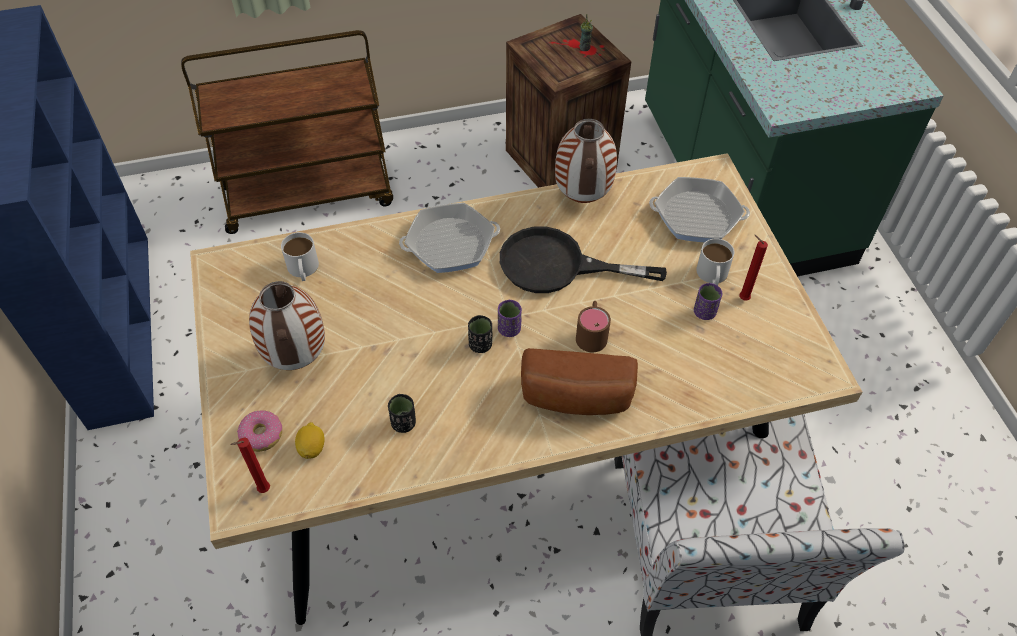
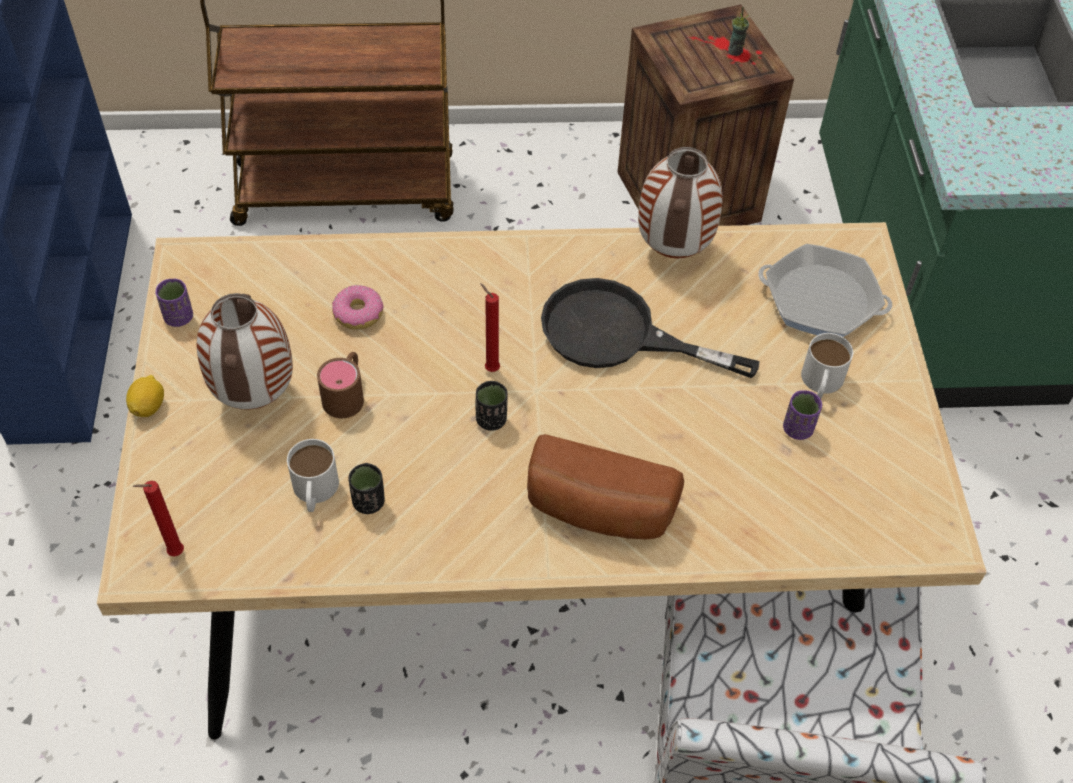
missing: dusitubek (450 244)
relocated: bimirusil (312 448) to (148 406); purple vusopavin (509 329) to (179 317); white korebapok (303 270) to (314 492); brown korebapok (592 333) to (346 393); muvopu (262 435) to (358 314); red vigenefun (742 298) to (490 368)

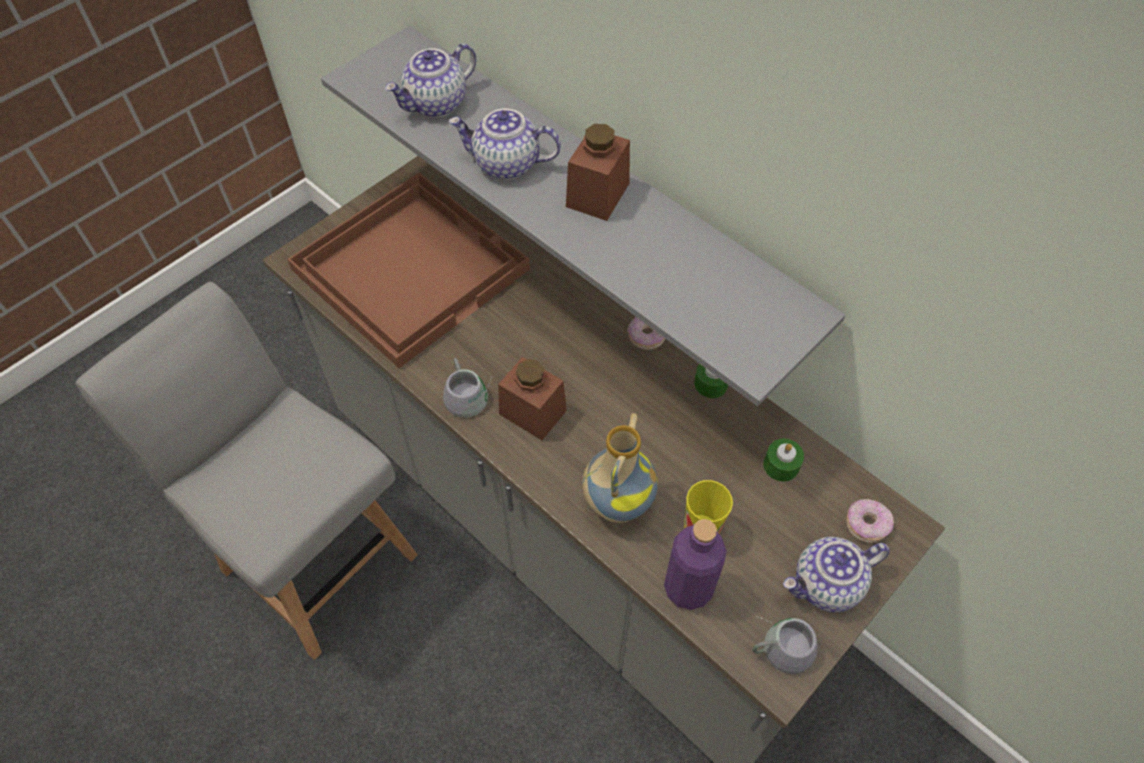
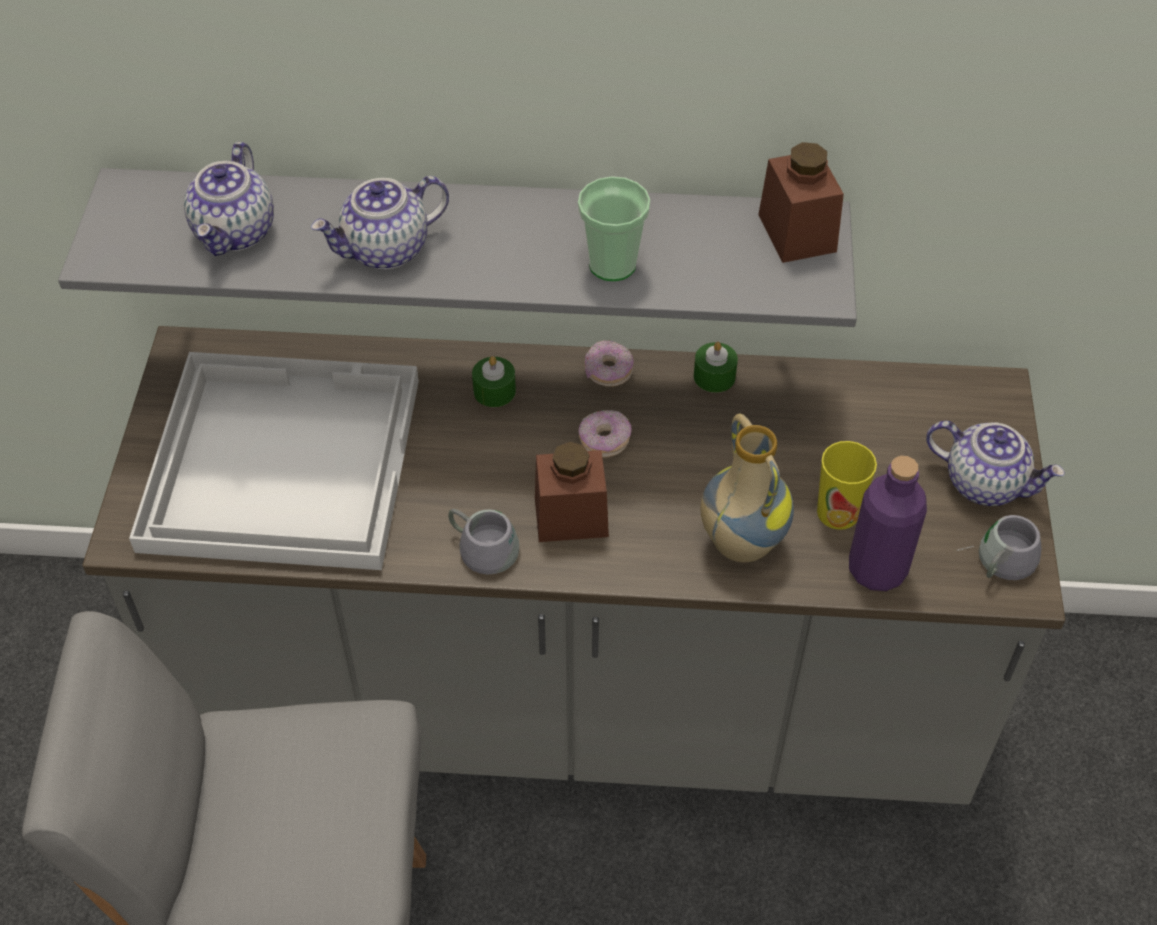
appeared: vusopavin (612 265)
relocated: green vigenefun (781 465) to (494 391); muvopu (866 524) to (604 441); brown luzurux (597 195) to (797 233)
colour: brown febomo (411 267) to white febomo (280 461)
spun: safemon (826 585) = (985 483) 90 degrees counterclockwise

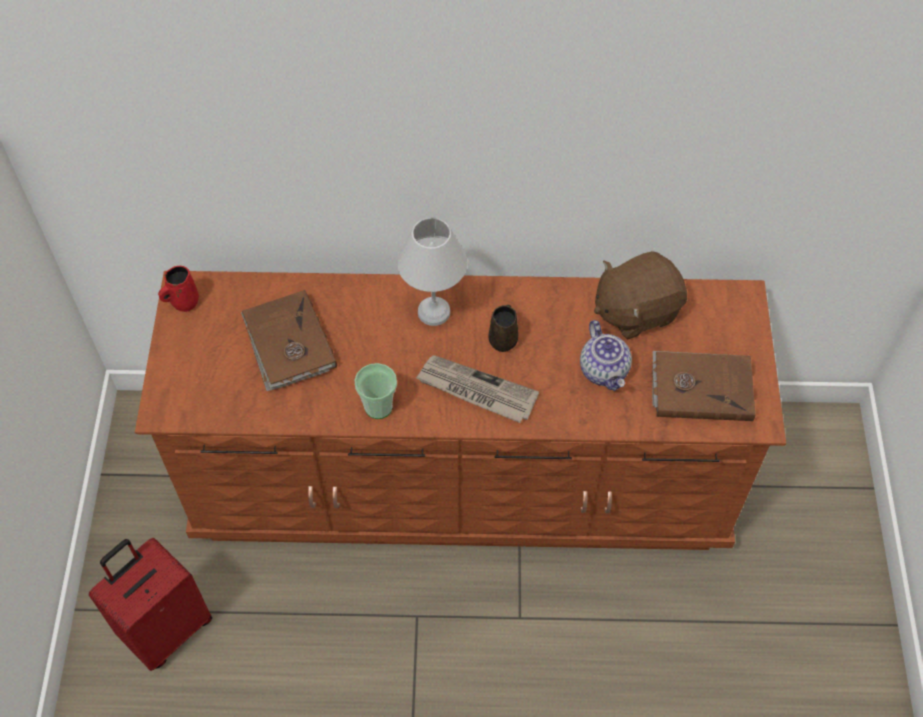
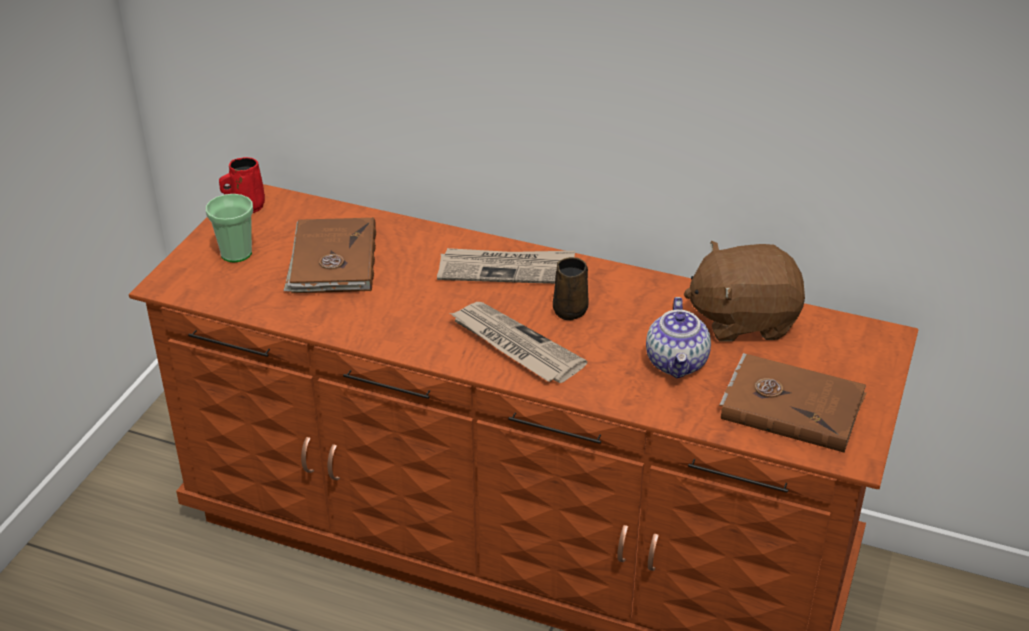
missing: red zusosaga (166 628)
relocated: vusopavin (378 407) to (236 253)
exchanged: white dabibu (434 310) to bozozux (506 269)

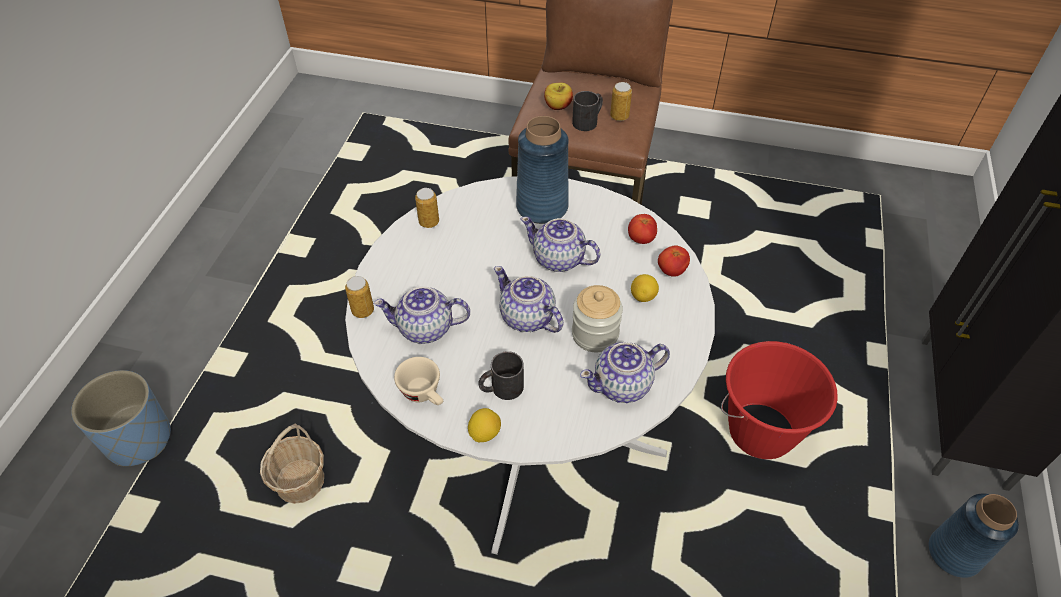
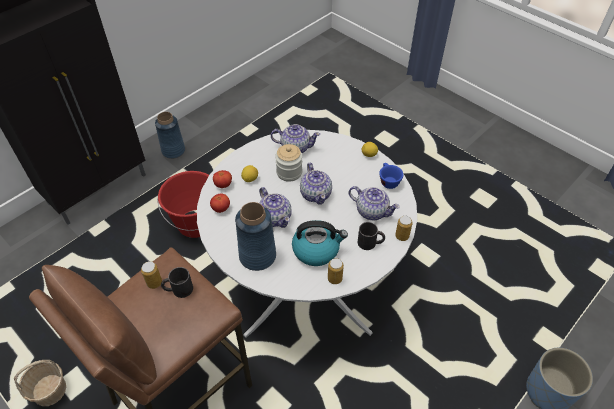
missing: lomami (558 106)
appeared: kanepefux (316 250)
relocated: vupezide (301 482) to (49 390); black korebapok (501 388) to (370 243)
colour: beige vusopavin (424 394) to blue vusopavin (388 181)

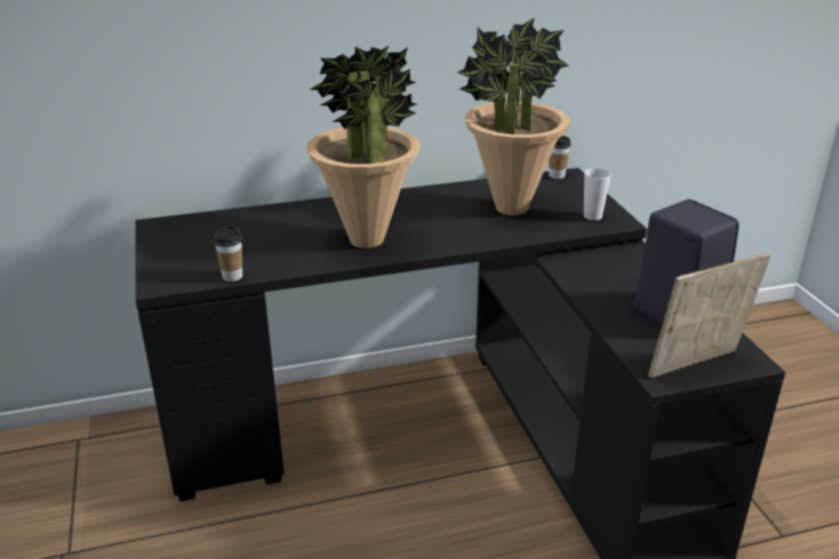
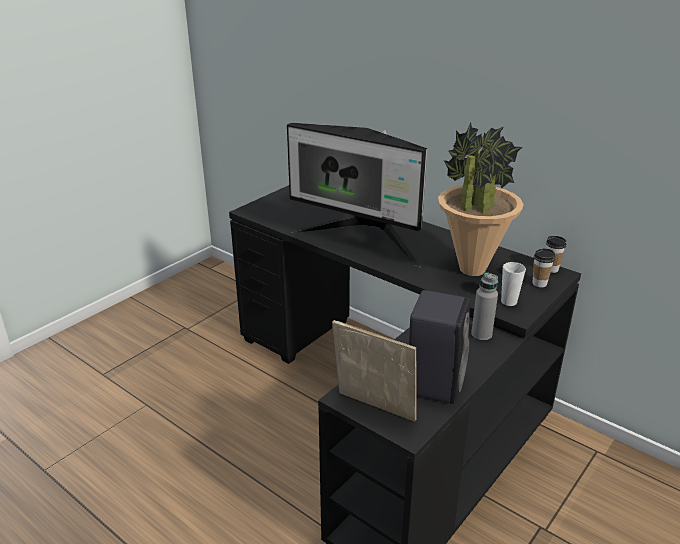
appeared: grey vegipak (481 334)
relocated: vusopavin (232 276) to (539 283)
exchanged: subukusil (367 239) to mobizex (362 241)

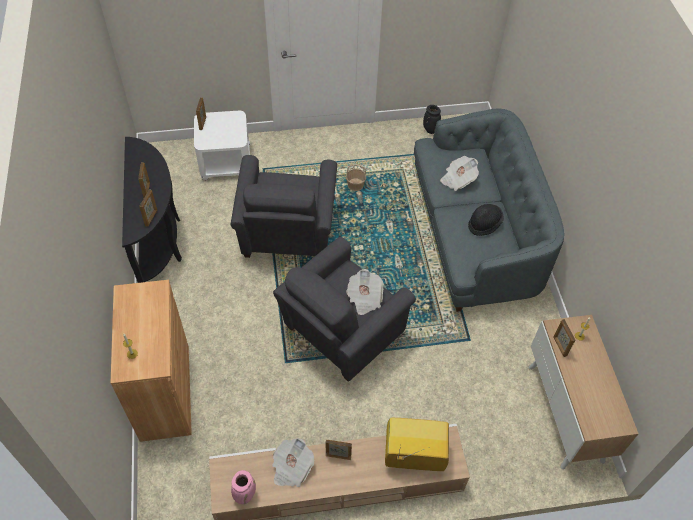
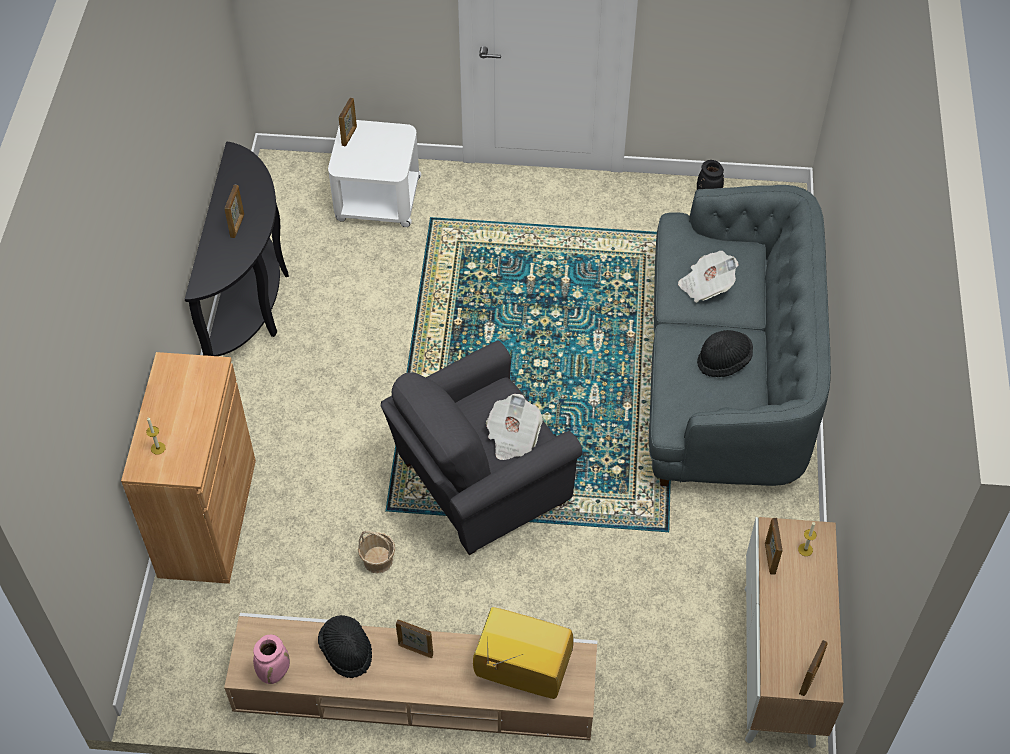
missing: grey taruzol (286 236)
relocated: vupezide (355 185) to (378 560); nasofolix (151 218) to (809 679)
exchanged: bozozux (291 468) to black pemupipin (347 651)

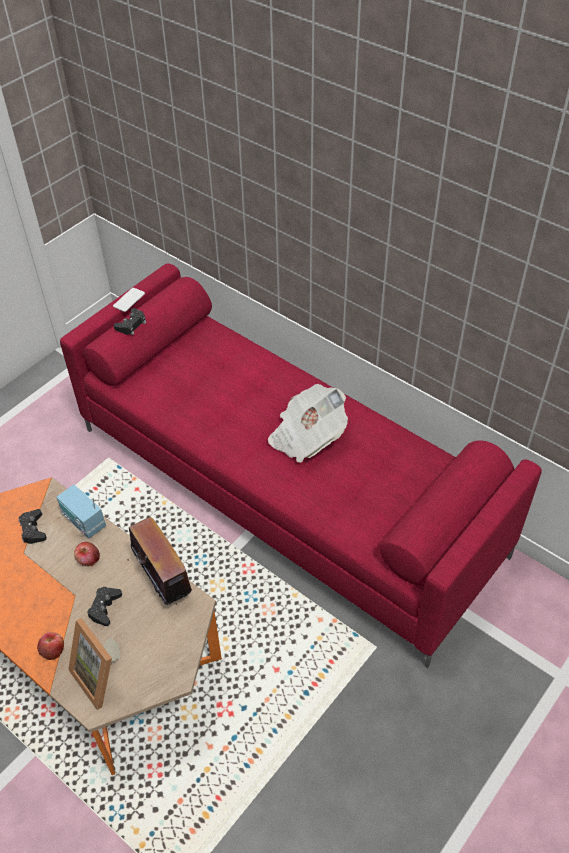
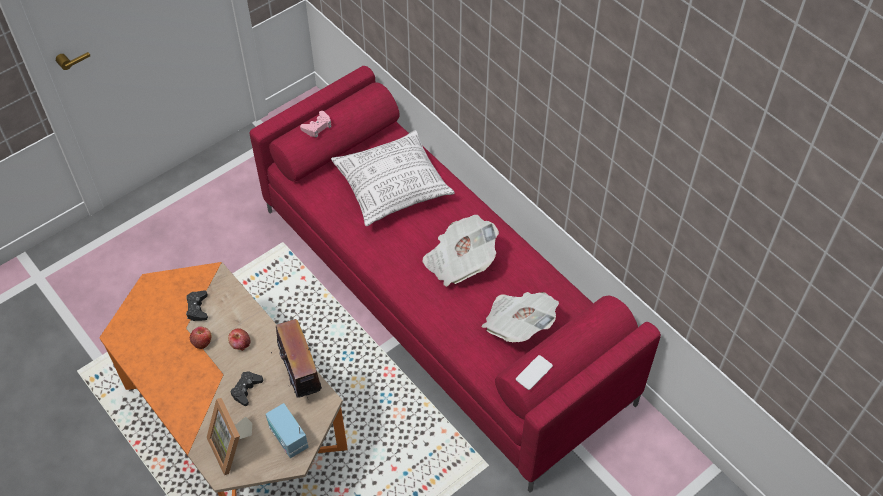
appeared: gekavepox (392 187); bozozux (518 324)
relocated: lomami (53 651) to (202 342); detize (84 521) to (288 438); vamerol (129 300) to (534 373)
colour: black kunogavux (131 325) to pink kunogavux (317 127)

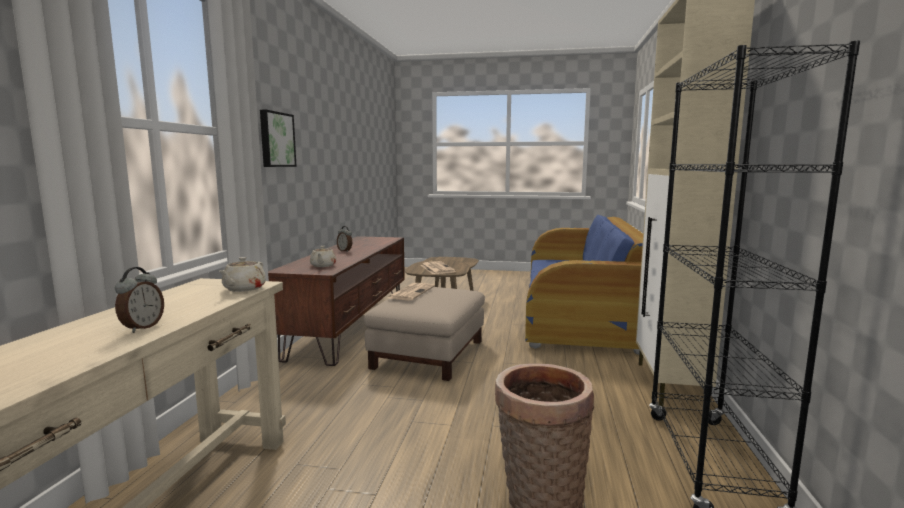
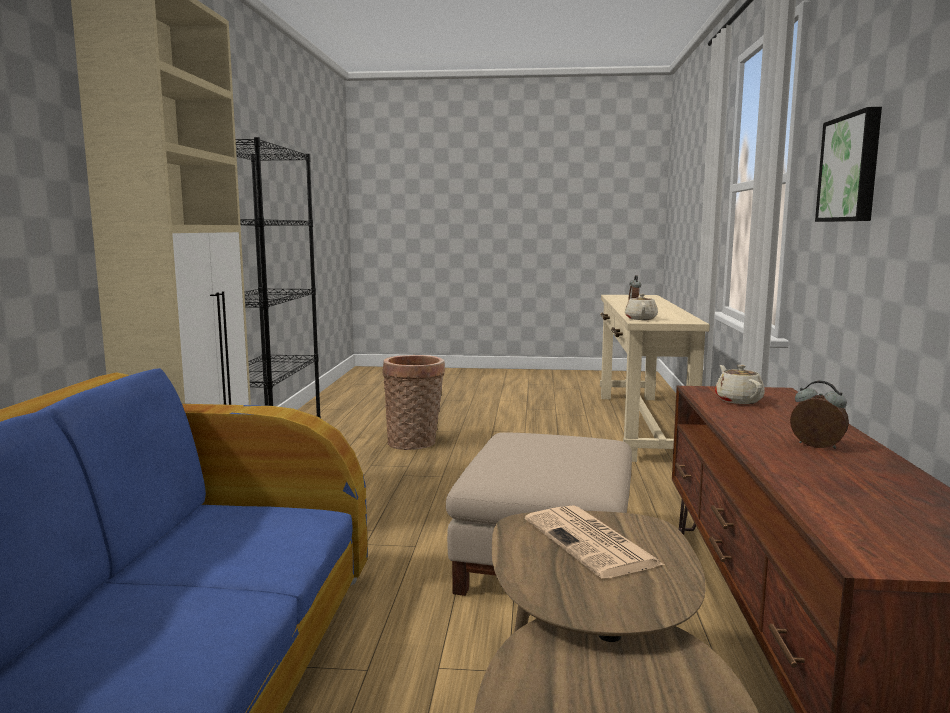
missing: bozozux (411 292)

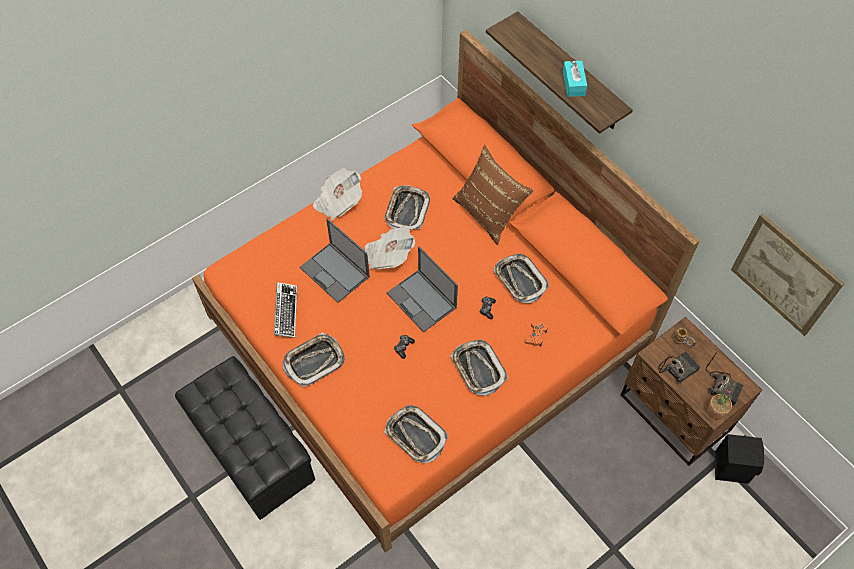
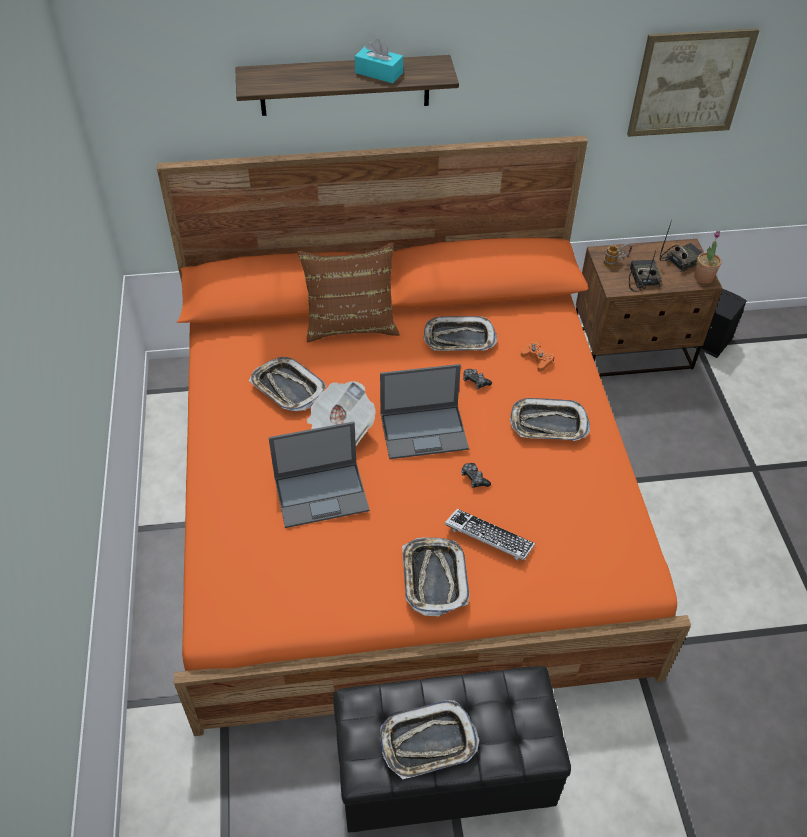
missing: bozozux (338 202)
relocated: febomo (415 436) to (428 743); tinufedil (285 312) to (488 538)

